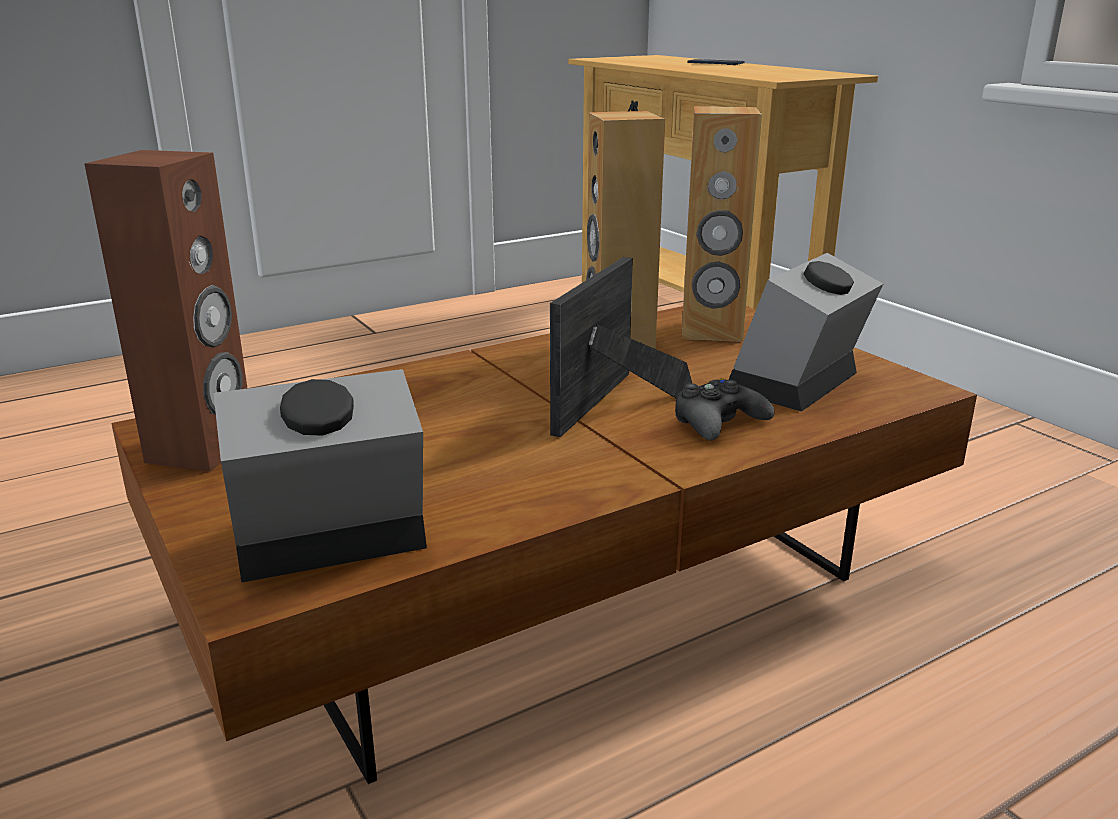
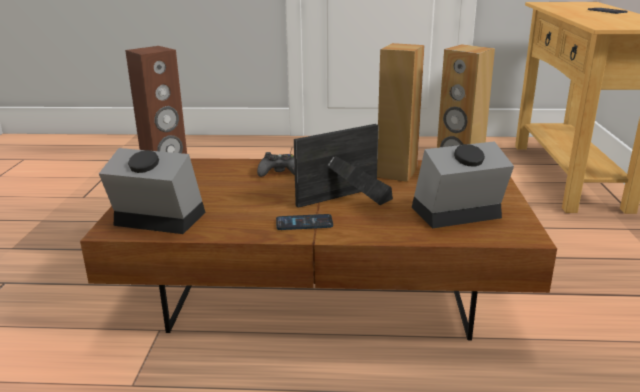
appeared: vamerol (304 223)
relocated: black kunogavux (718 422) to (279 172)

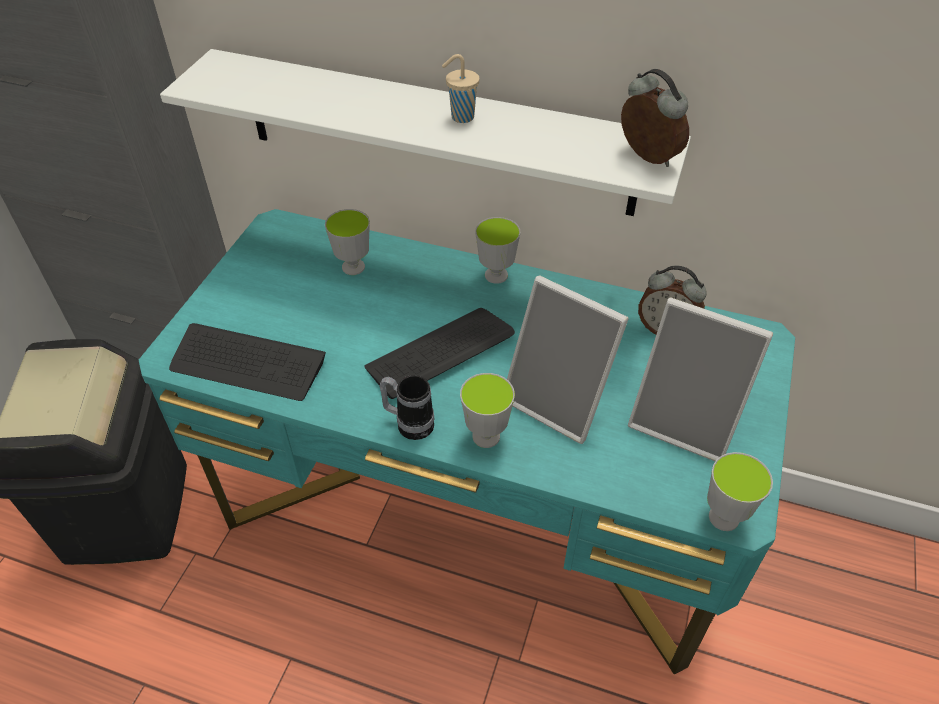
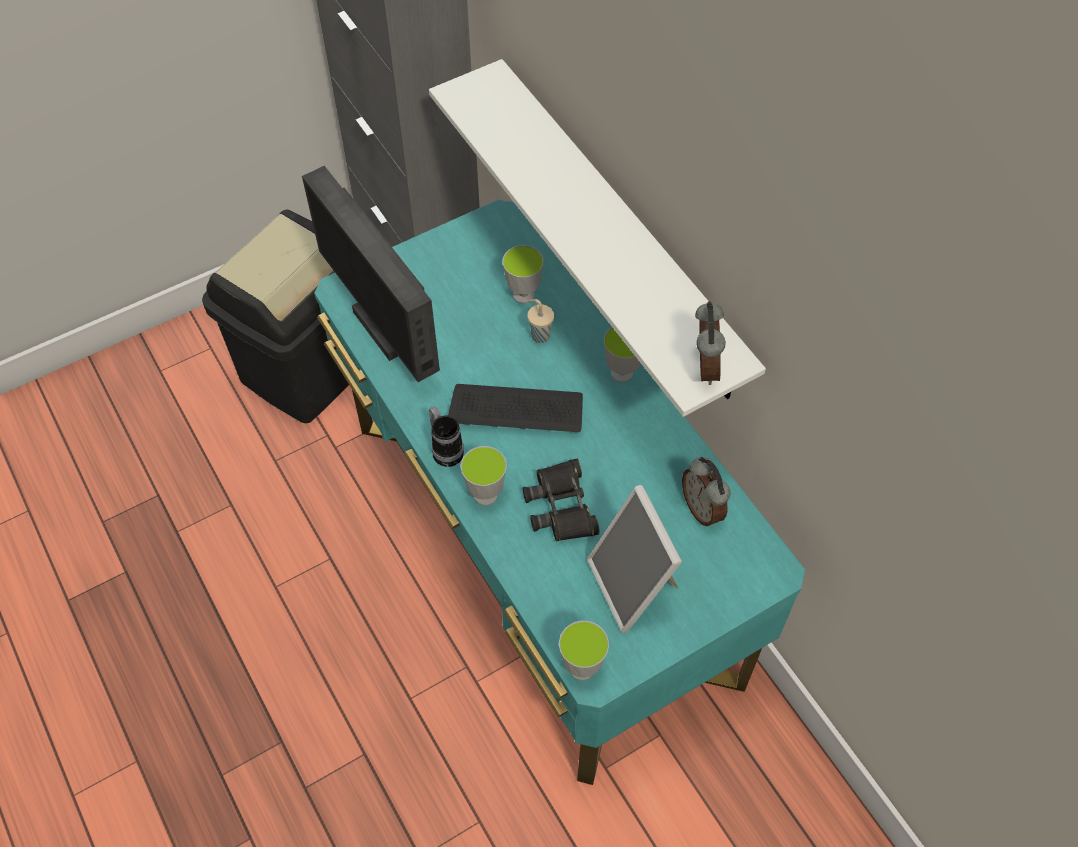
relocated: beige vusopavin (461 117) to (539 335)
exchanged: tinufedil (247 364) to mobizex (384 329); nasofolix (559 401) to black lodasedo (561 506)

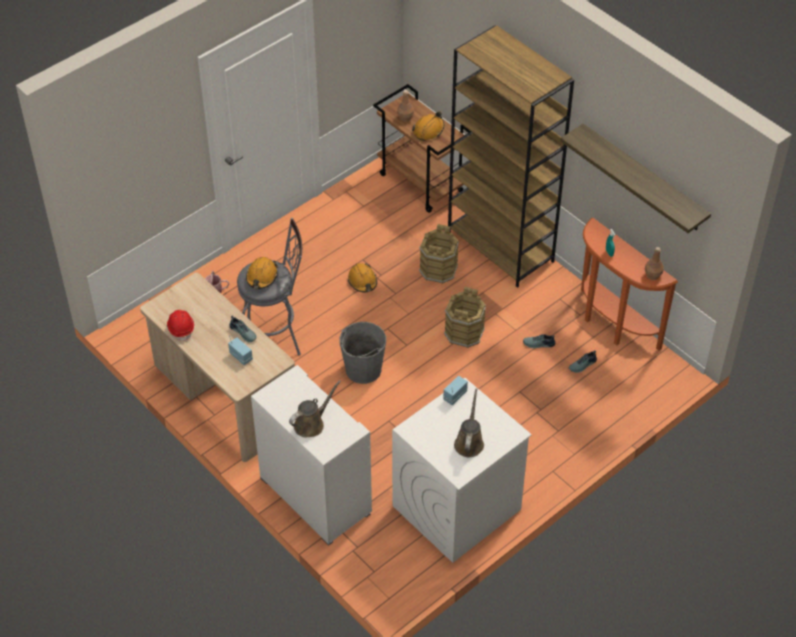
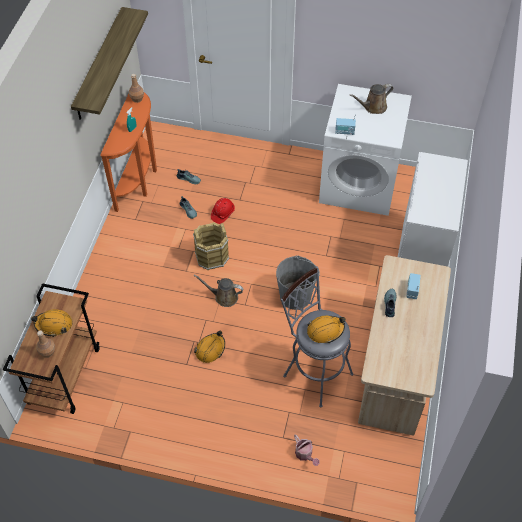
missing: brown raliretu (438 269); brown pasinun (501 247)
relocated: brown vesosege (311 424) to (223 297); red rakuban (181 328) to (222 214)

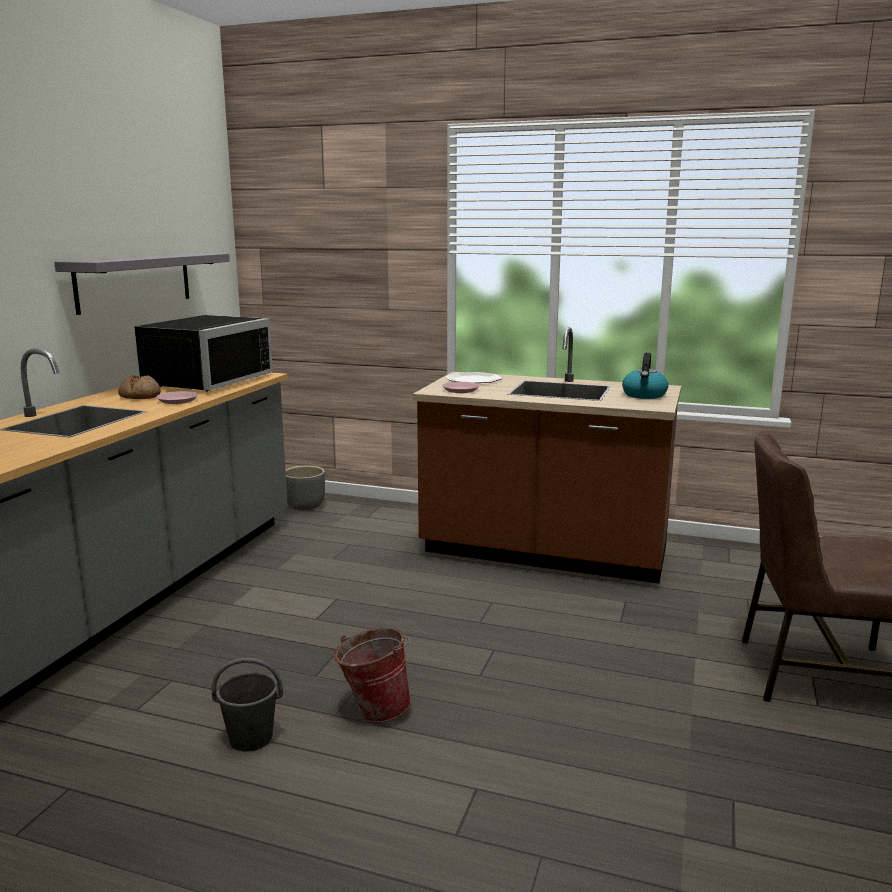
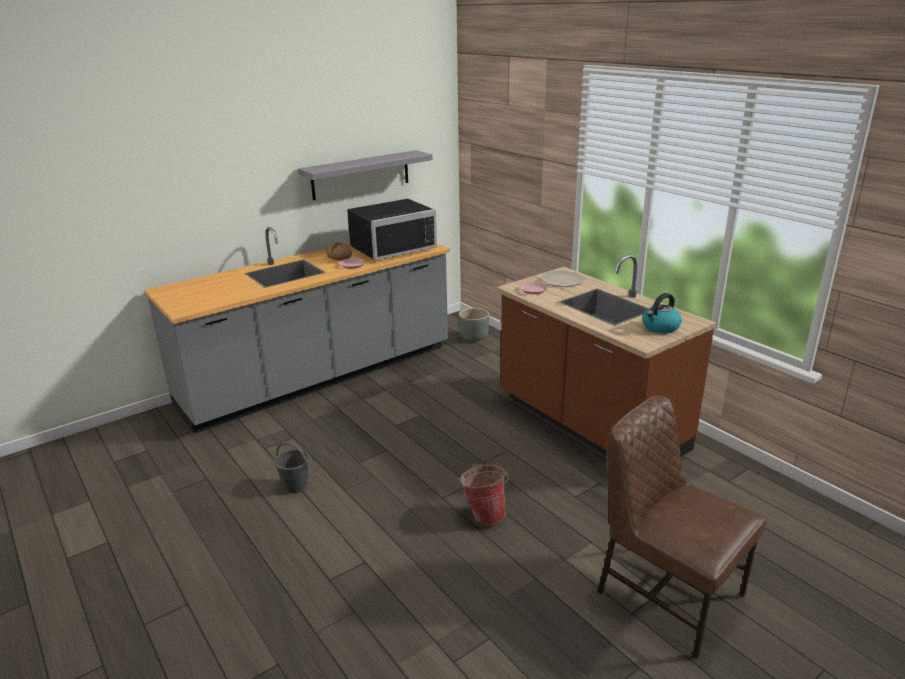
relocated: raliretu (374 710) to (484 514)

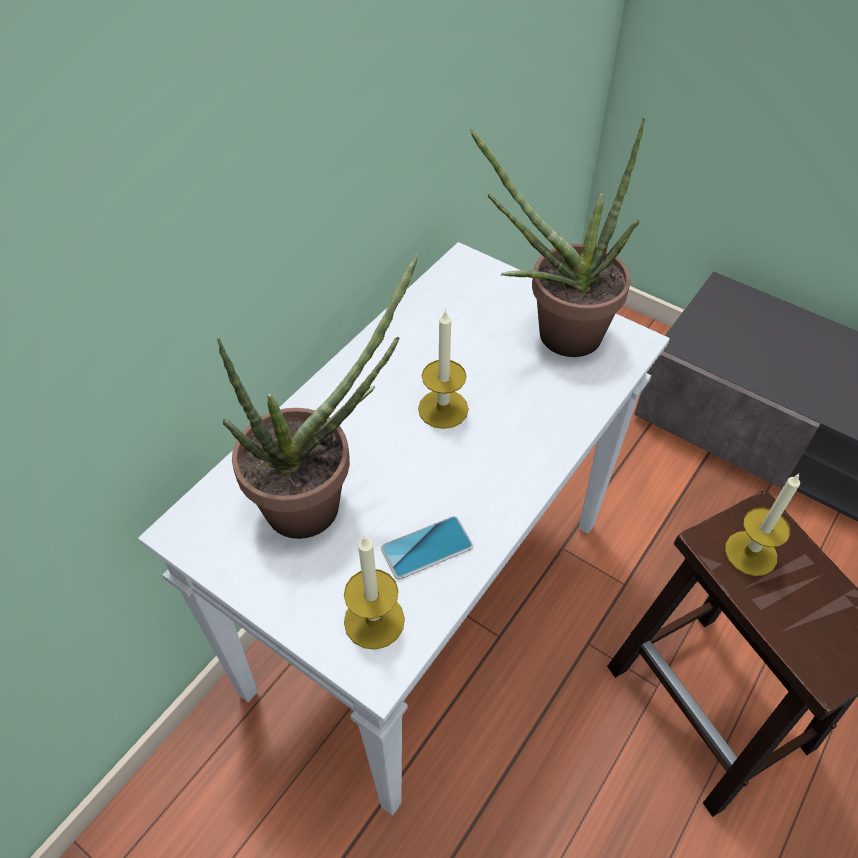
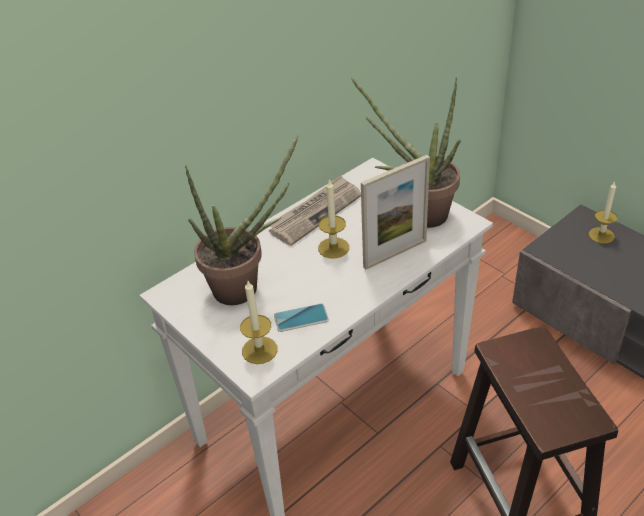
appeared: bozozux (315 212); nasofolix (395 254)
relocated: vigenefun (750 553) to (601 235)

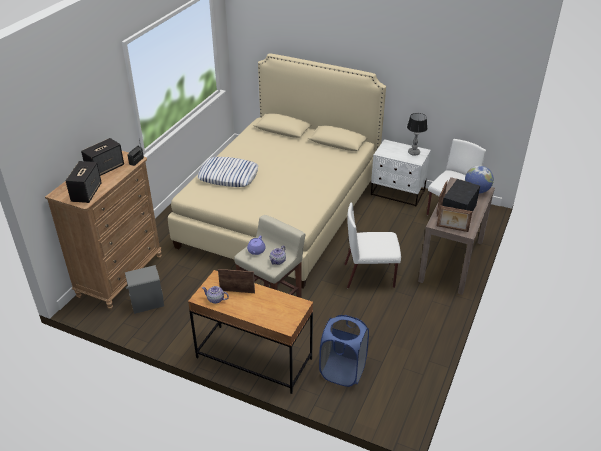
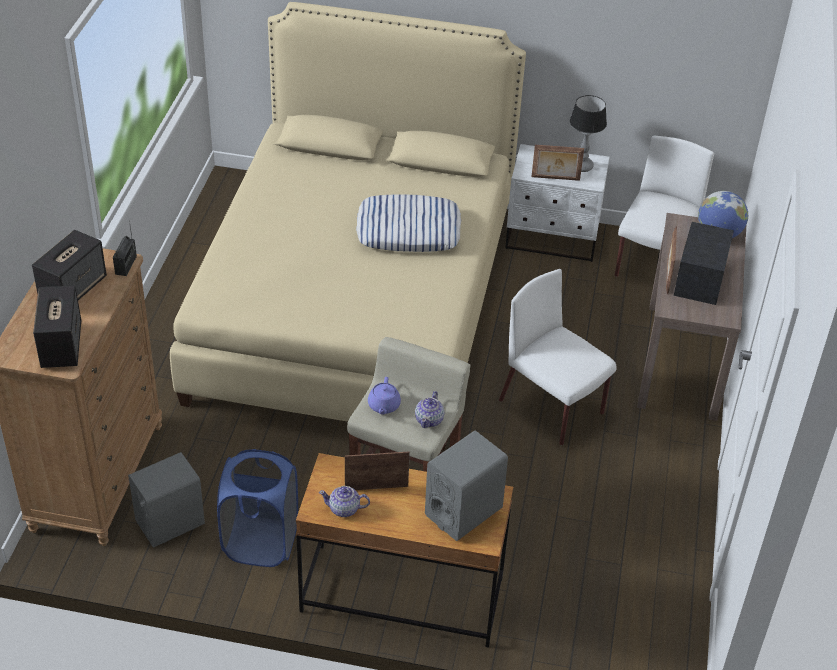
appeared: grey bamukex (463 511)
relocated: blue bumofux (342 371) to (260 542); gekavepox (228 176) to (409 230); nasofolix (452 229) to (555 179)
spun: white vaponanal (370 275) = (552 408) 60 degrees clockwise

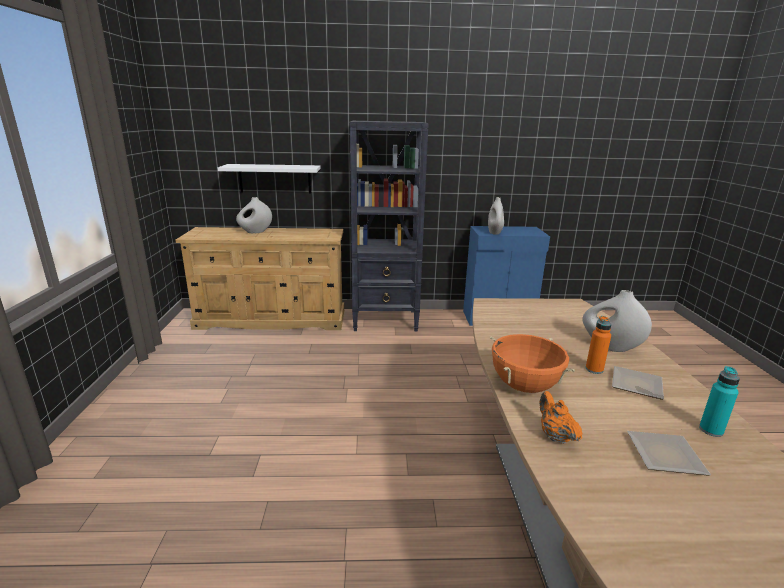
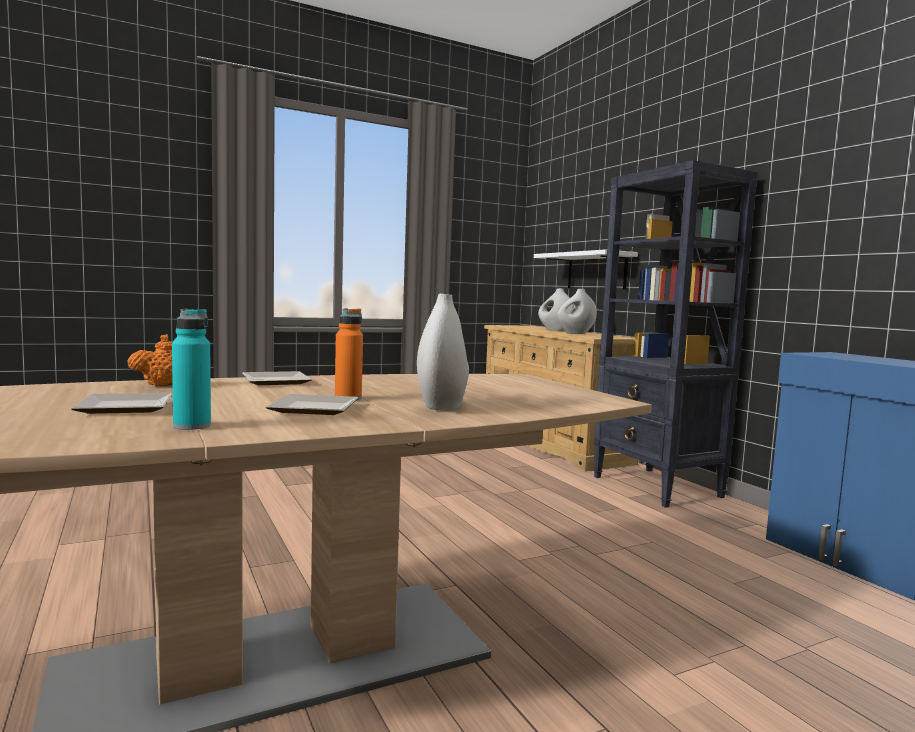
relocated: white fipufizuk (494 232) to (576 333)
exchanged: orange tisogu (524 386) to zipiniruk (273 381)

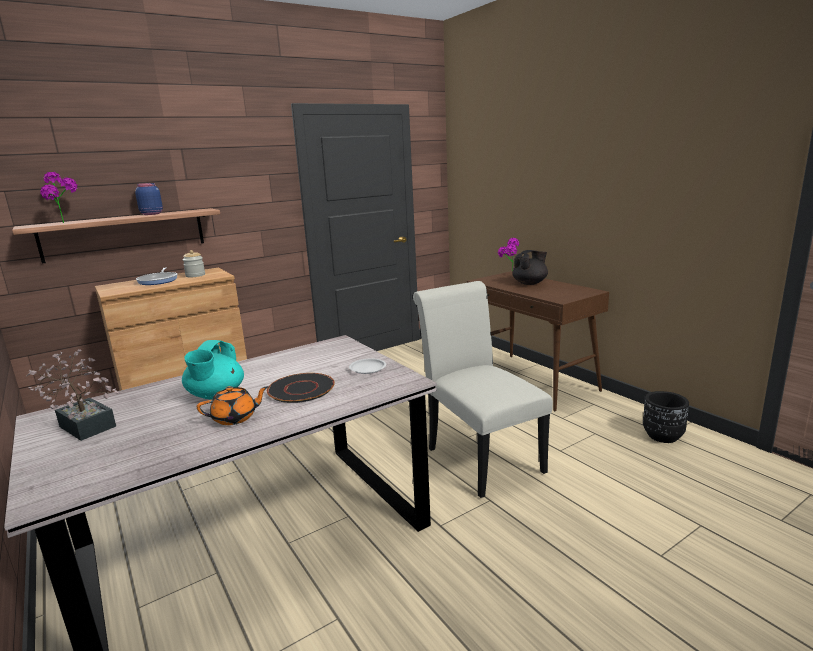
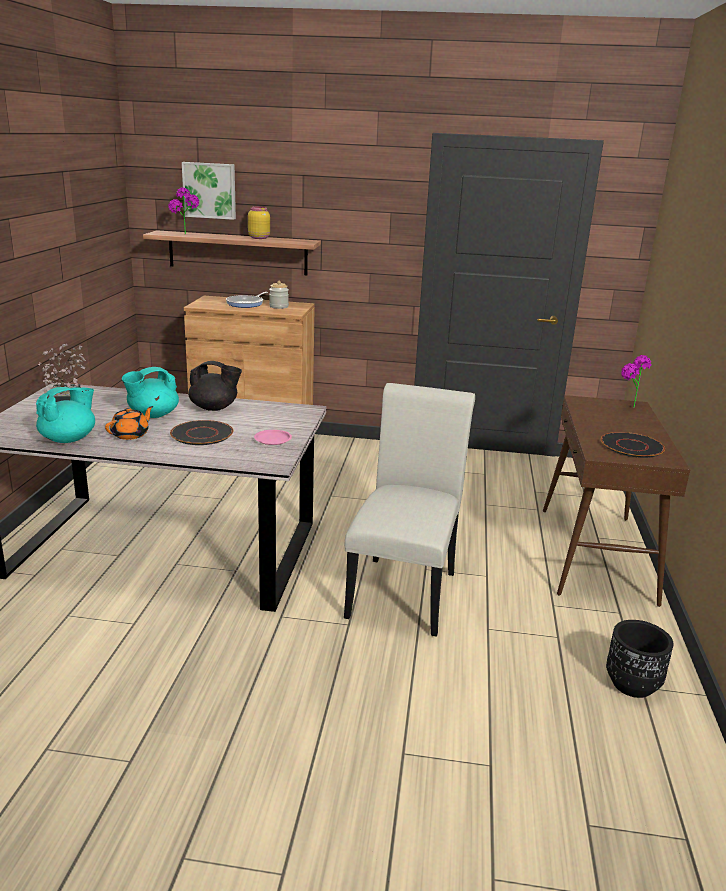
appeared: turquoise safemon (69 439); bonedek (210 190); black zipiniruk (631 446)
relocated: black safemon (530 283) to (214 408)
colour: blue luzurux (151 214) to yellow luzurux (259 238); white zipiniruk (367 368) to pink zipiniruk (272 439)
spun: orange safemon (235 418) = (131 435) 75 degrees counterclockwise

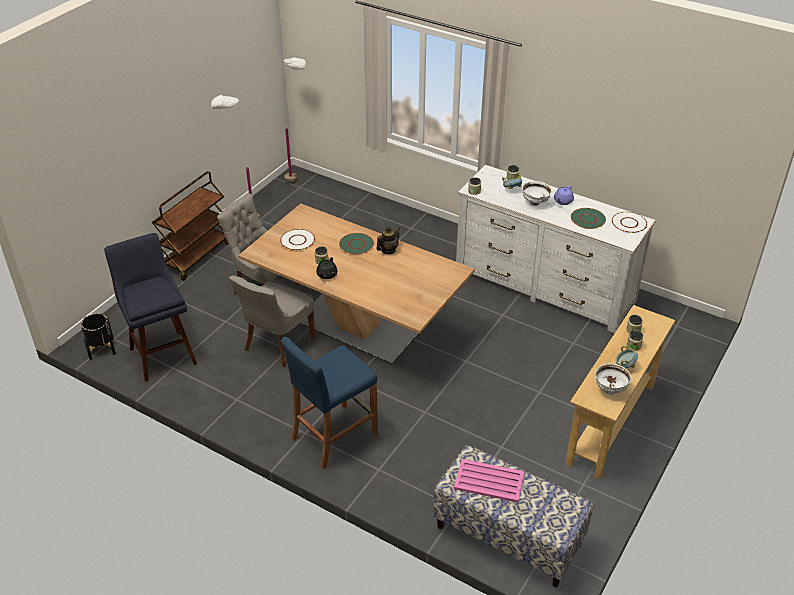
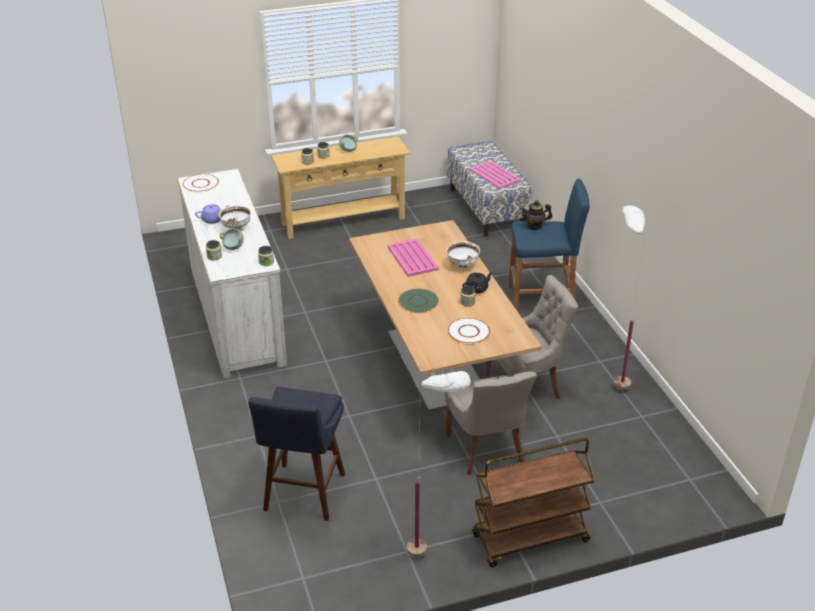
missing: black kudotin (101 349); green zipiniruk (588 219)
appeared: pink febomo (412 258)
relocated: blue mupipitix (161 353) to (303 496); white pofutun (610 389) to (462 266); safemon (388 250) to (535 226); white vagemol (299 184) to (614 379)

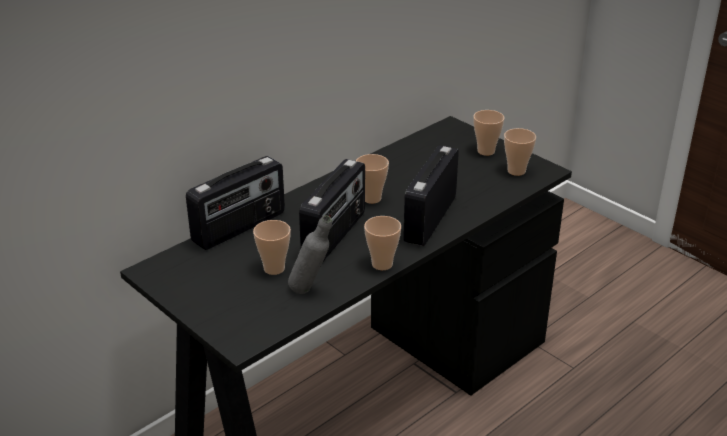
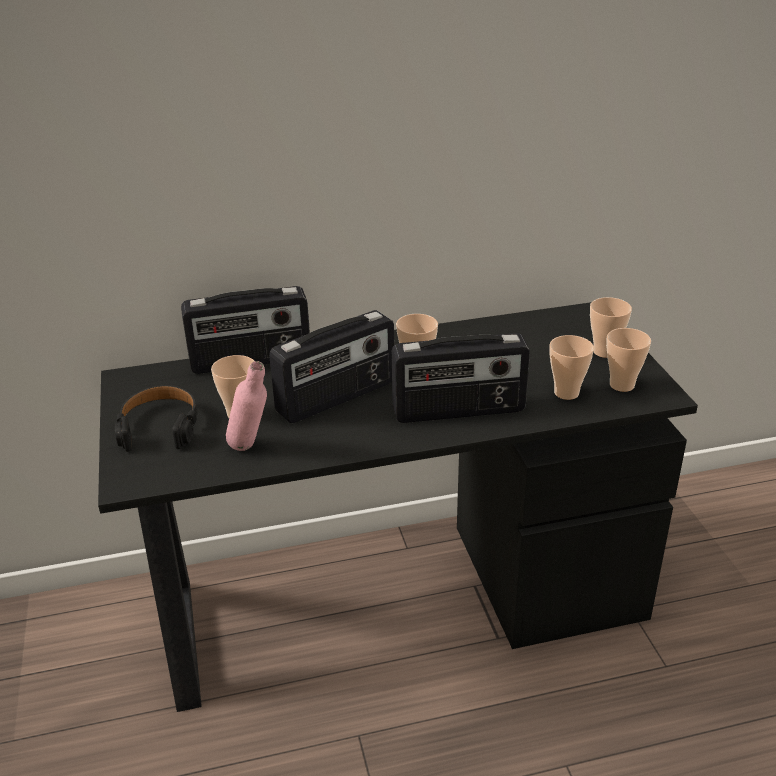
appeared: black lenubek (160 426)
relocated: vusopavin (382 264) to (566 393)
colour: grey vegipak (311 290) to pink vegipak (251 450)
spun: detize (429 219) = (459 411) 150 degrees counterclockwise

